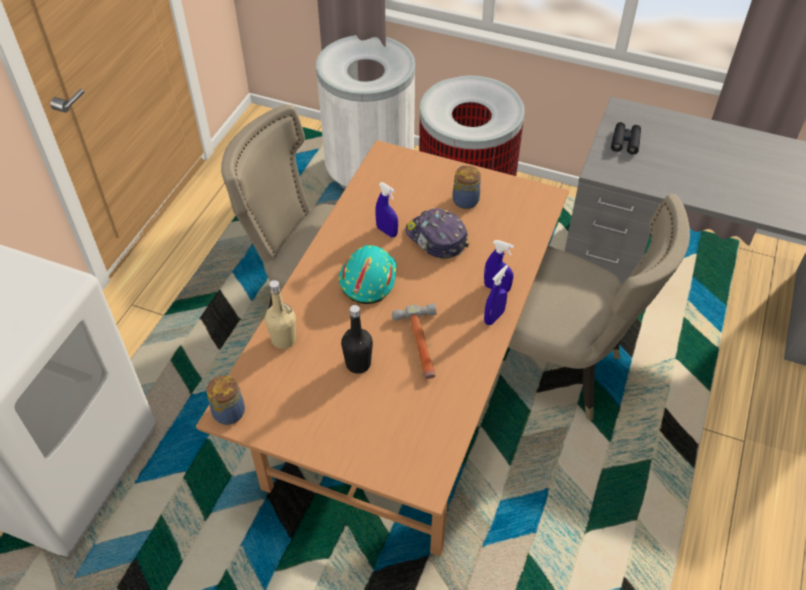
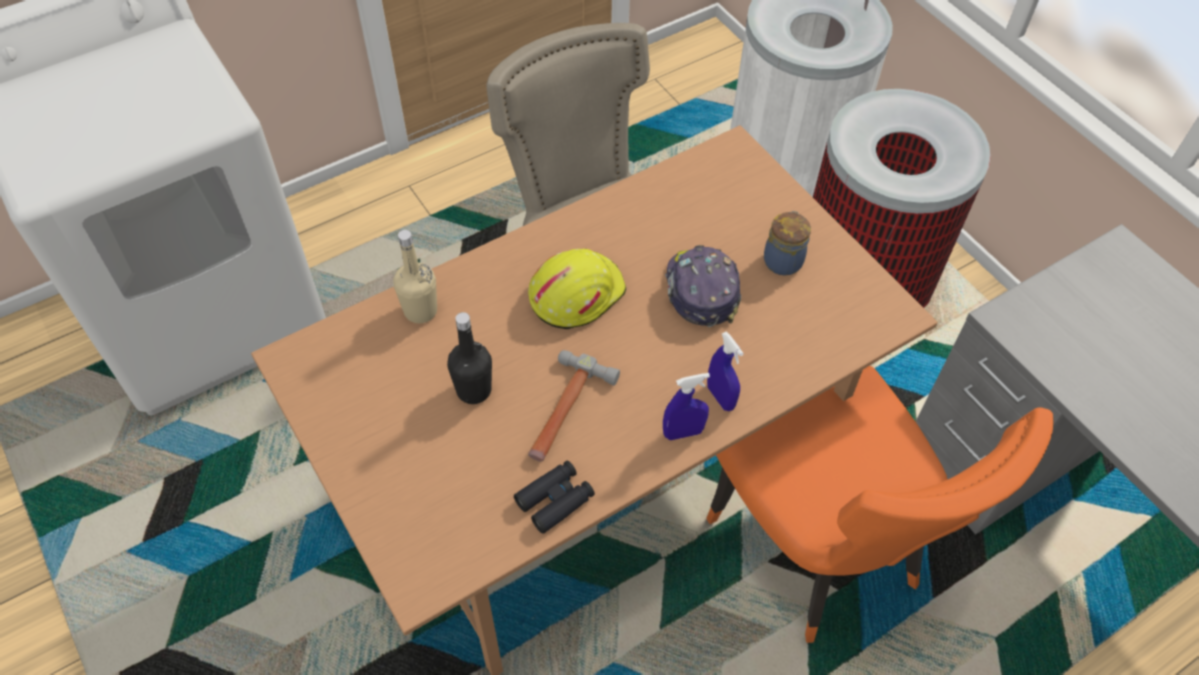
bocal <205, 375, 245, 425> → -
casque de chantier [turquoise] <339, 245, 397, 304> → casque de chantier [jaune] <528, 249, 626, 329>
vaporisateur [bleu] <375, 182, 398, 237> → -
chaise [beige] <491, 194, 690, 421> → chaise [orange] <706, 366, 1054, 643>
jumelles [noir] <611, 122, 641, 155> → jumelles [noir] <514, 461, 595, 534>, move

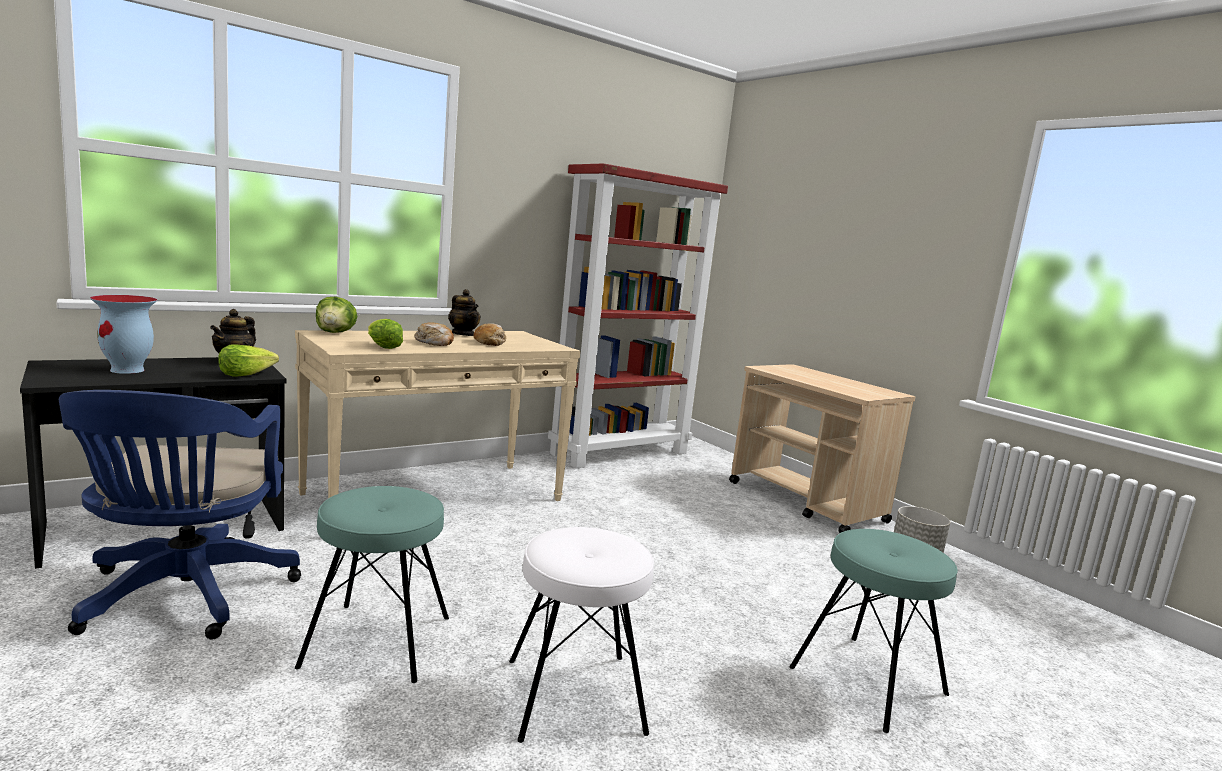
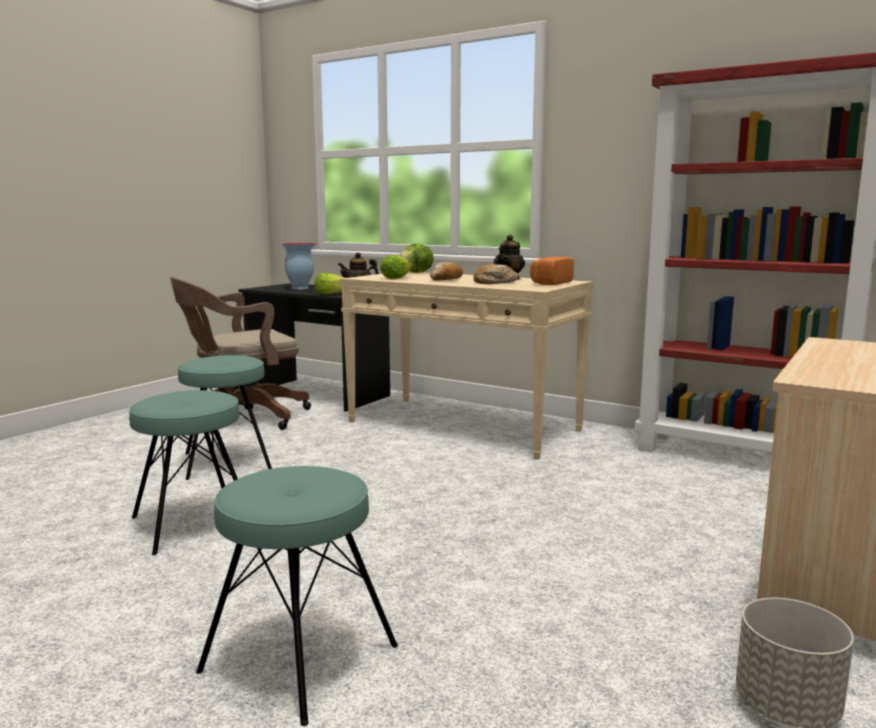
chaise de bureau [bleu] <59, 390, 301, 640> → chaise de bureau [marron] <170, 277, 311, 430>
tabouret [blanc] <509, 527, 654, 743> → tabouret [turquoise] <129, 390, 240, 555>
- → pain <530, 257, 574, 285>

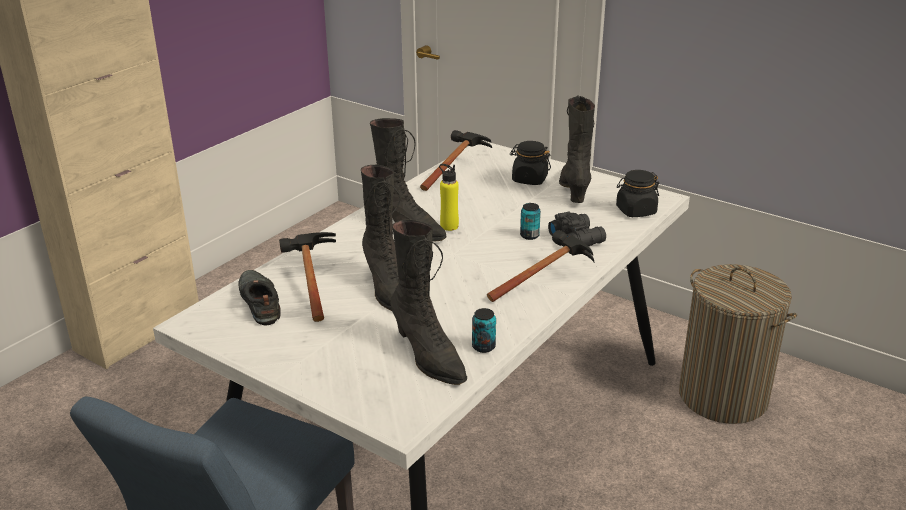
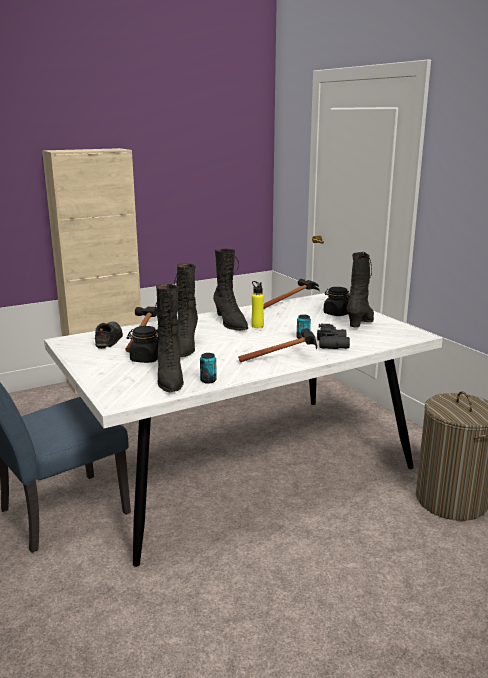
bocal [noir] <616, 170, 659, 217> → bocal [noir] <126, 326, 159, 363>, move

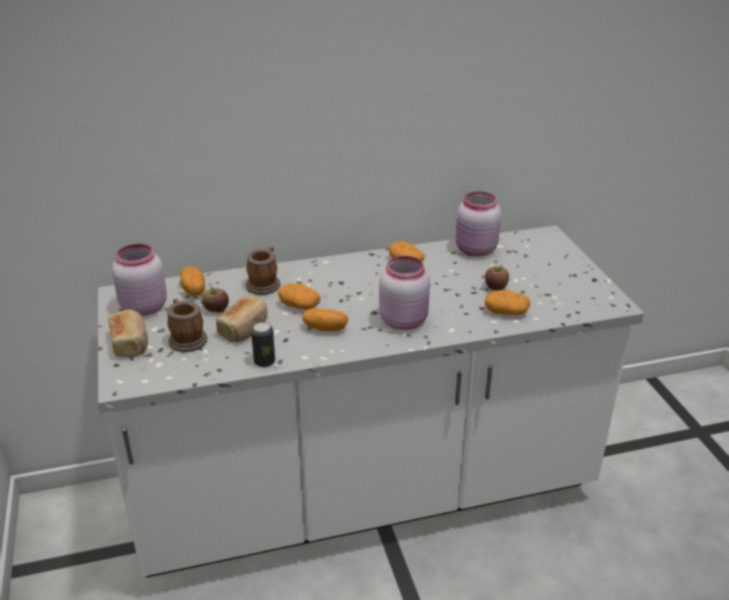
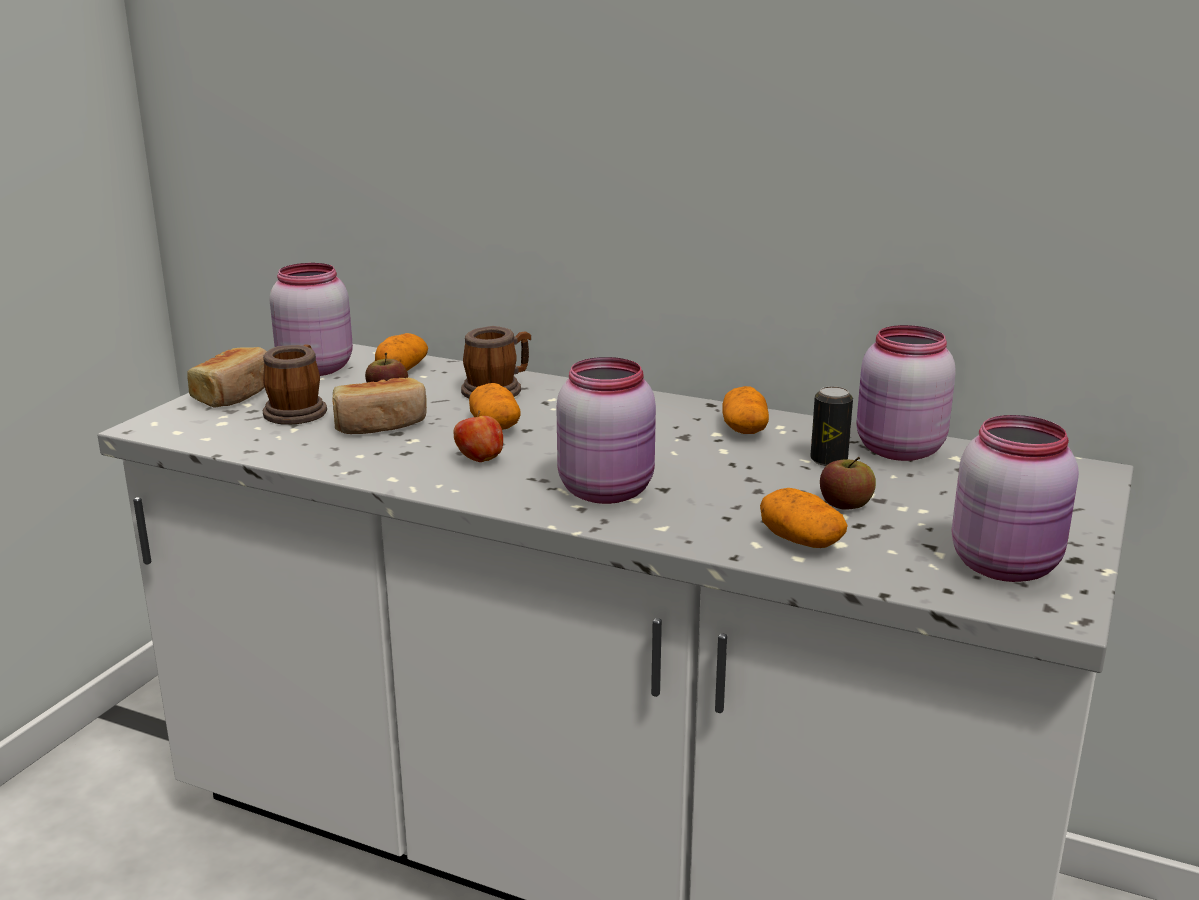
boîte métallique <251, 322, 275, 367> → boîte métallique <810, 386, 853, 466>, move
pomme de terre <302, 308, 349, 331> → pomme <453, 410, 503, 462>
- → bocal [rose] <952, 415, 1079, 582>

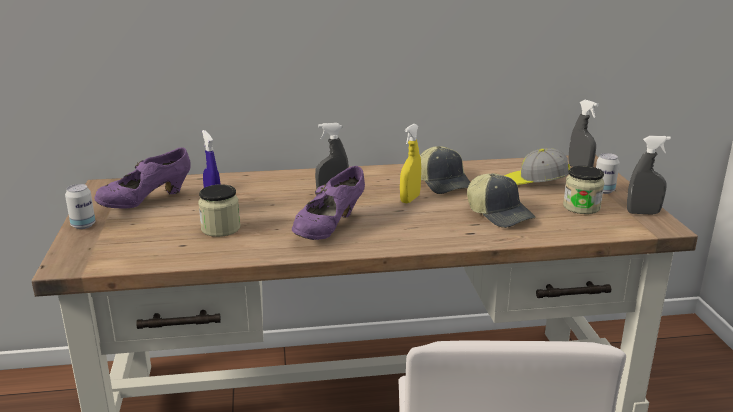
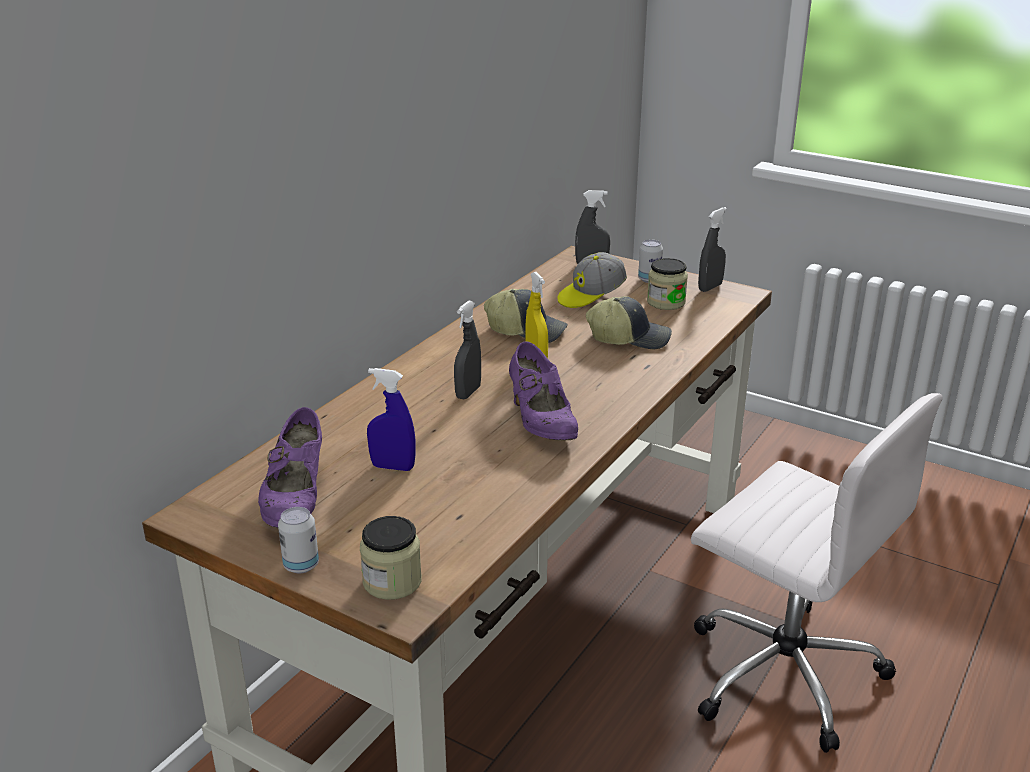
bocal <198, 184, 240, 237> → bocal <360, 516, 422, 600>, move

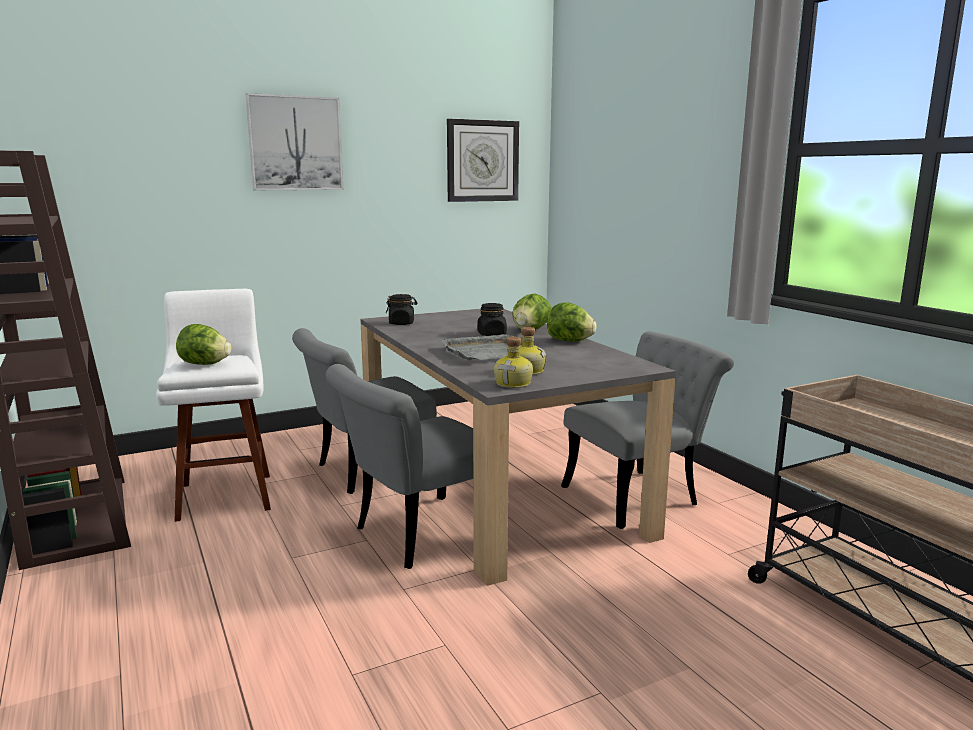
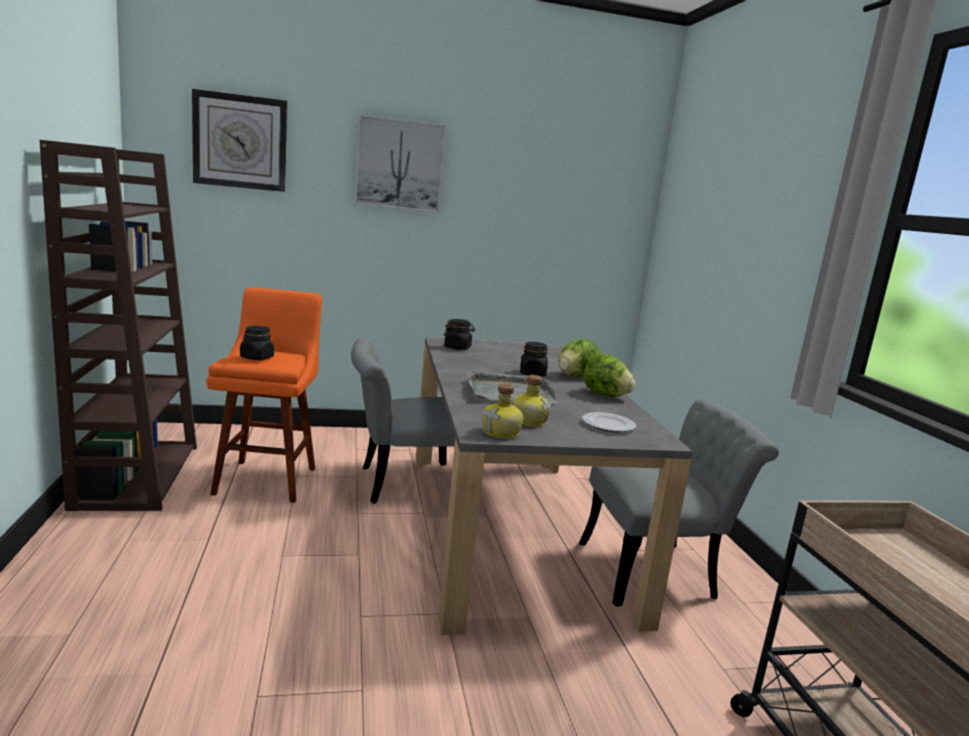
tabouret [blanc] <156, 289, 271, 522> → tabouret [orange] <206, 287, 322, 503>
laitue <176, 324, 231, 365> → bocal [noir] <240, 326, 274, 360>
chaise [gris] <326, 364, 473, 569> → -
horloge murale <447, 119, 519, 202> → horloge murale <192, 89, 287, 192>, move
- → assiette <582, 412, 636, 432>

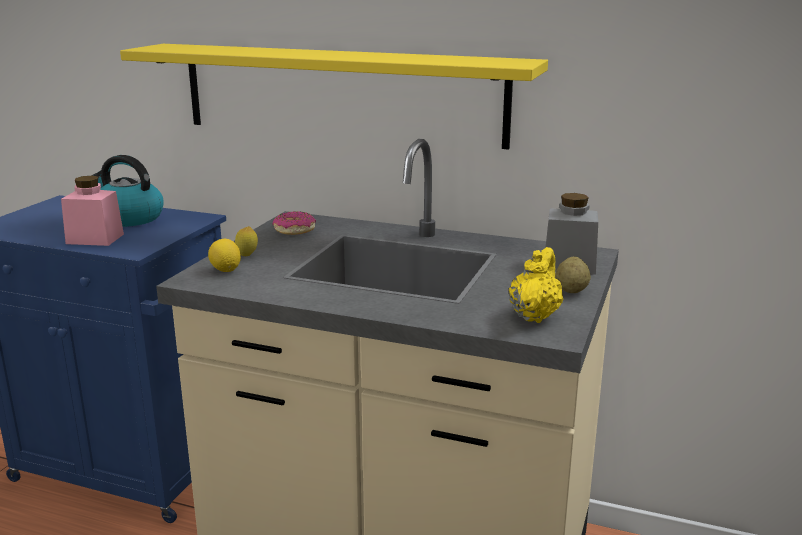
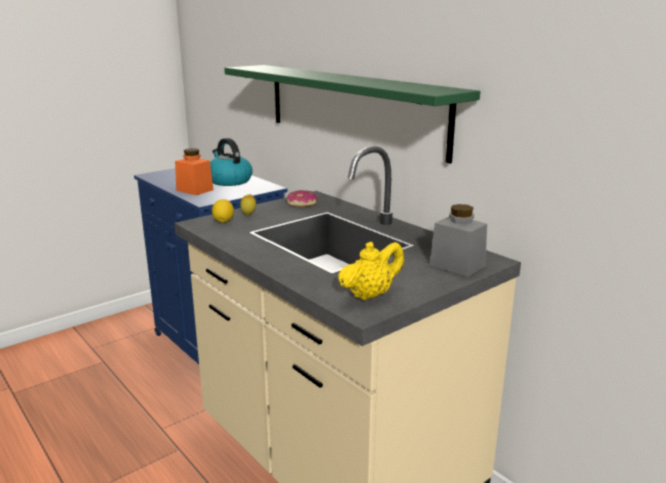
bocal [rose] <61, 176, 124, 246> → bocal [orange] <175, 148, 213, 195>
étagère [jaune] <120, 44, 548, 150> → étagère [vert] <224, 65, 480, 164>
pomme de terre <555, 256, 591, 293> → -

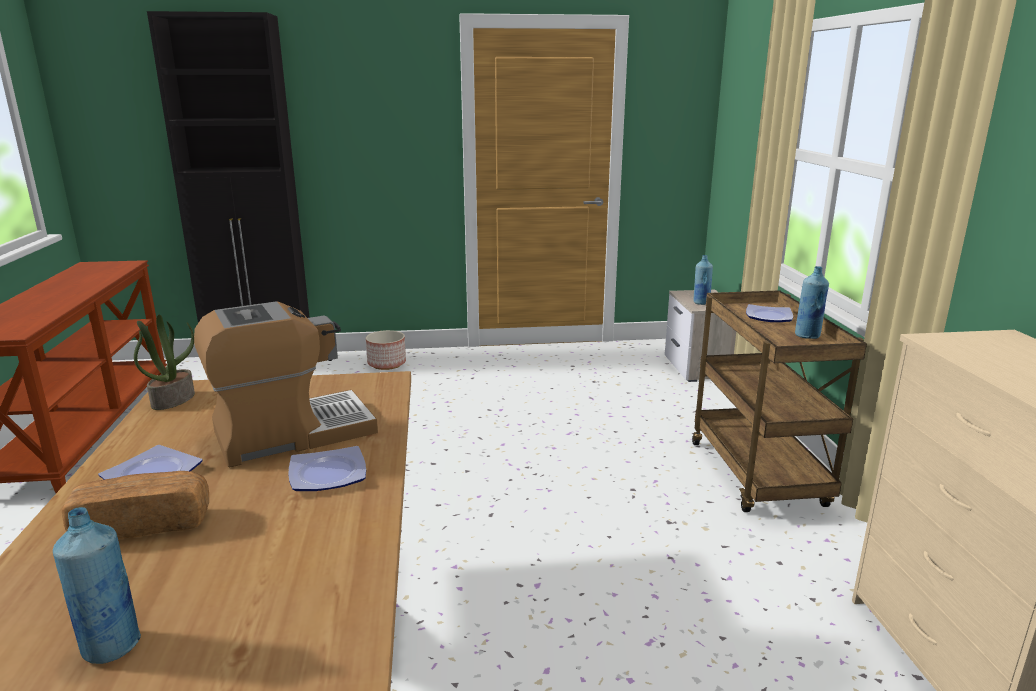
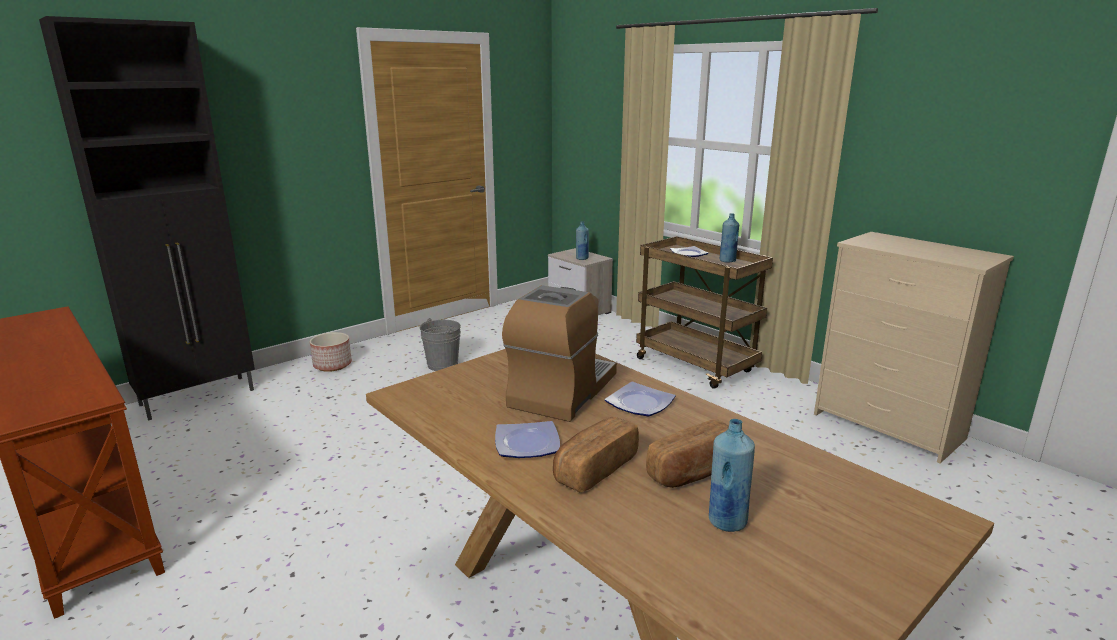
plante en pot <134, 315, 195, 410> → -
- → seau [gris] <419, 318, 461, 371>
- → pain <646, 419, 729, 488>

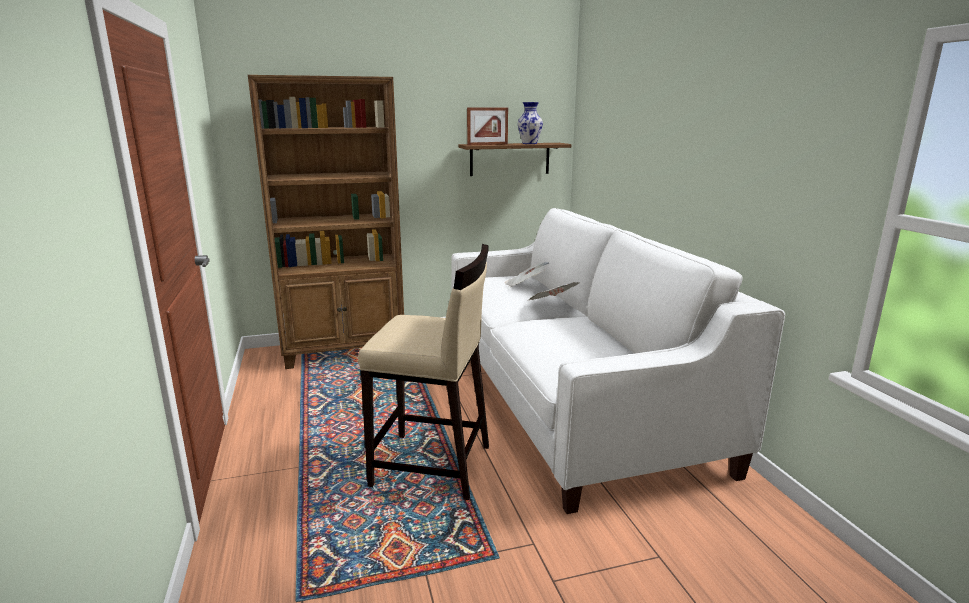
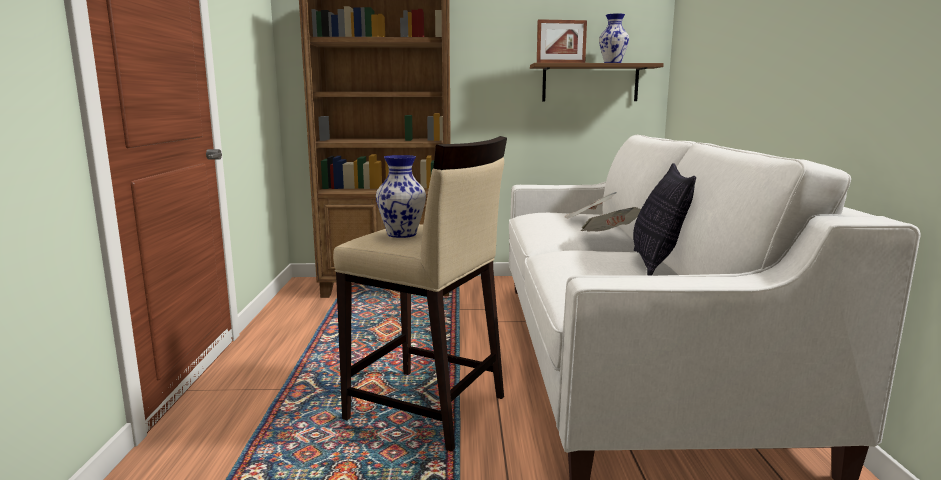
- → vase <376, 155, 426, 238>
- → coussin <633, 163, 696, 276>

